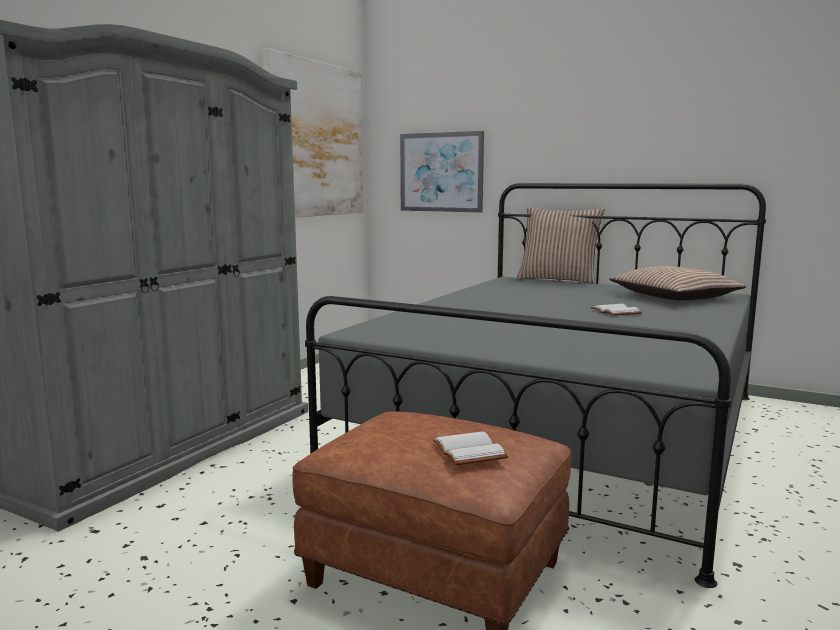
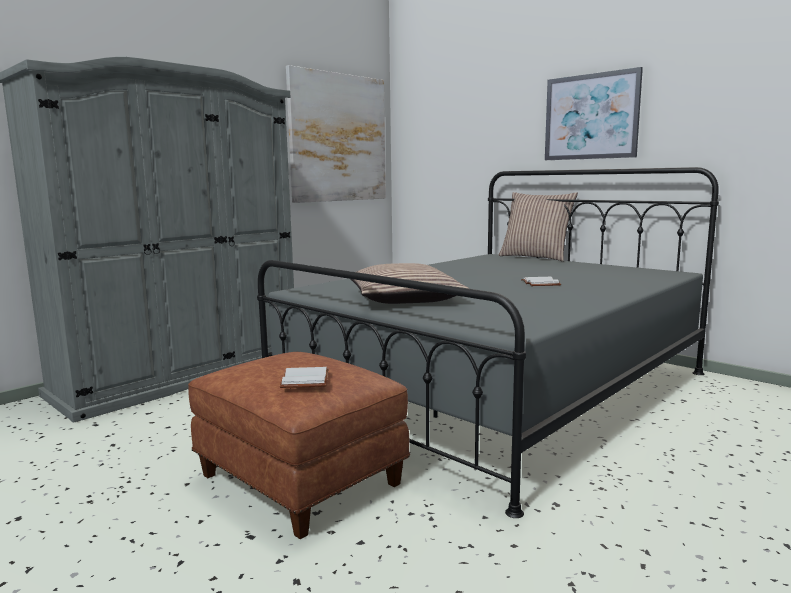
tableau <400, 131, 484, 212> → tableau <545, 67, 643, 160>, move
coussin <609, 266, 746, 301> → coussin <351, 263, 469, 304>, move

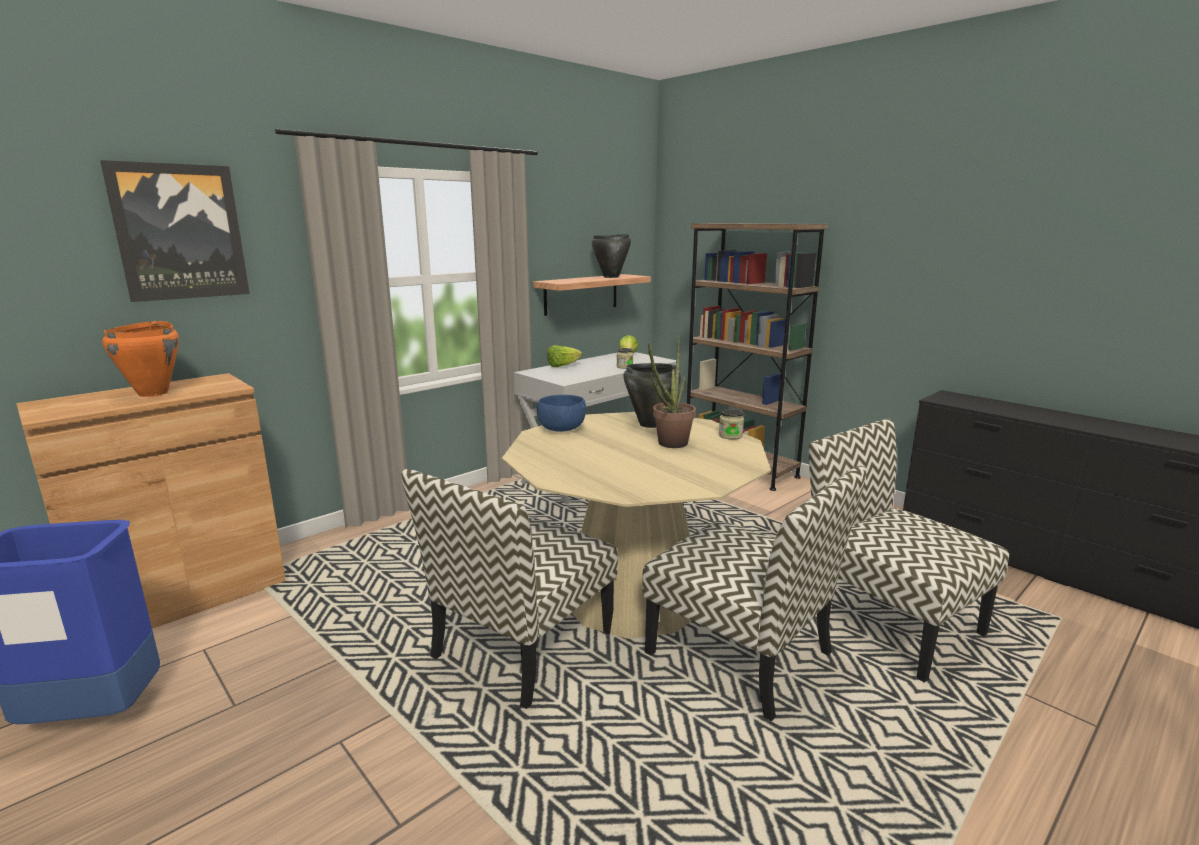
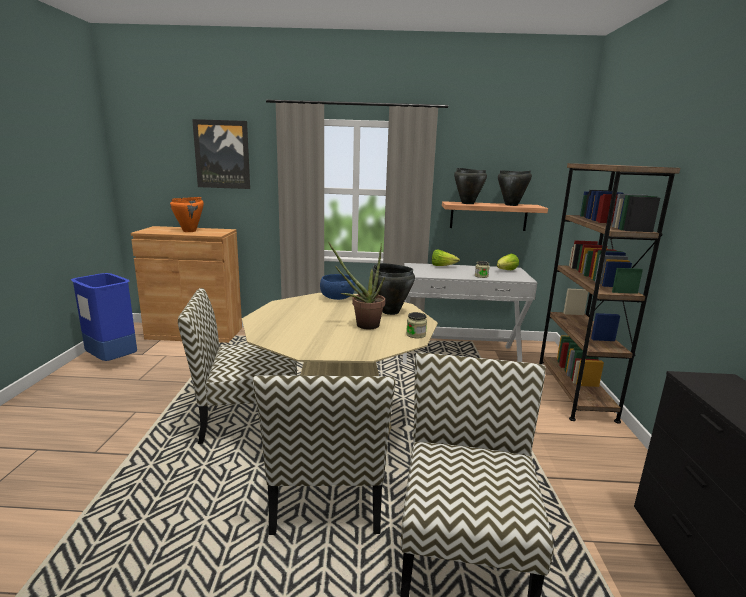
- → marmite [noir] <454, 168, 487, 204>

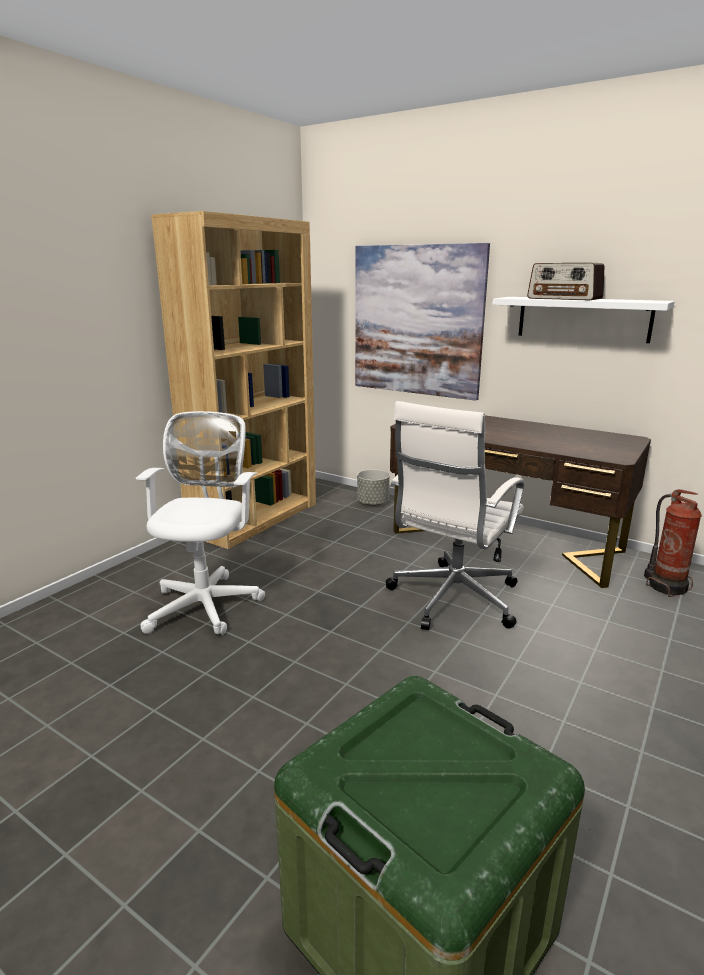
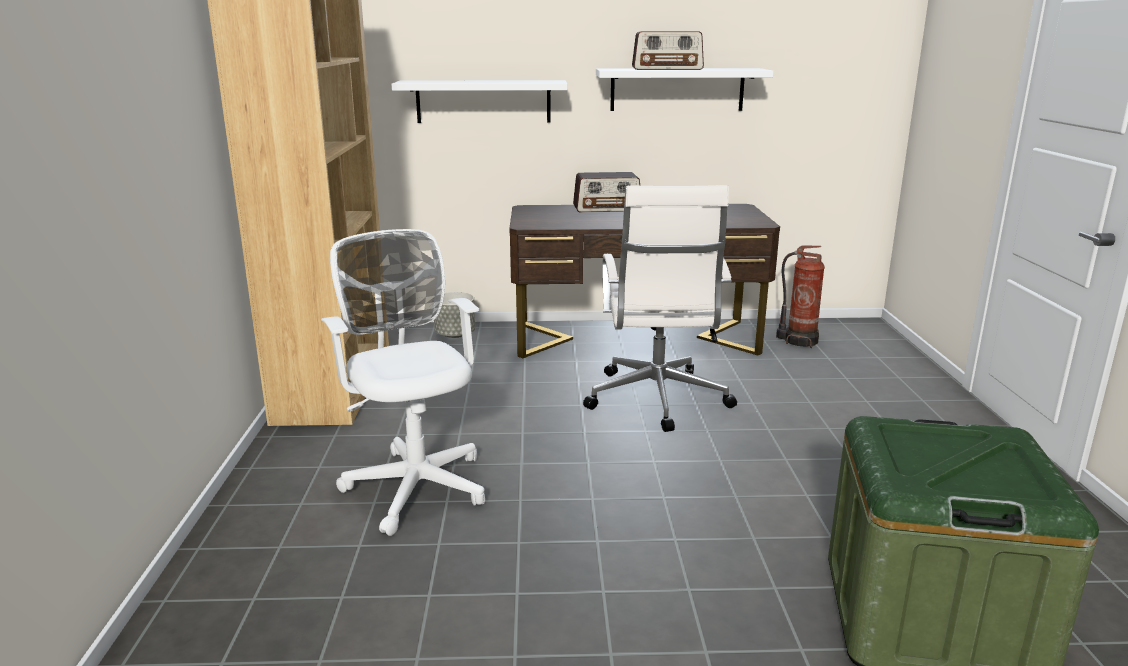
tableau <355, 243, 490, 401> → étagère [blanc] <392, 80, 567, 123>
- → radio <573, 172, 640, 212>

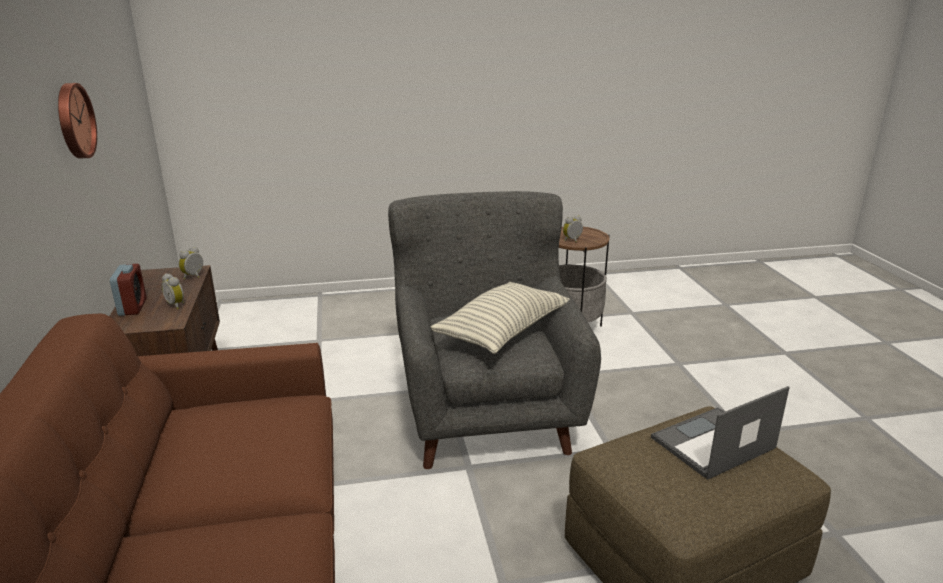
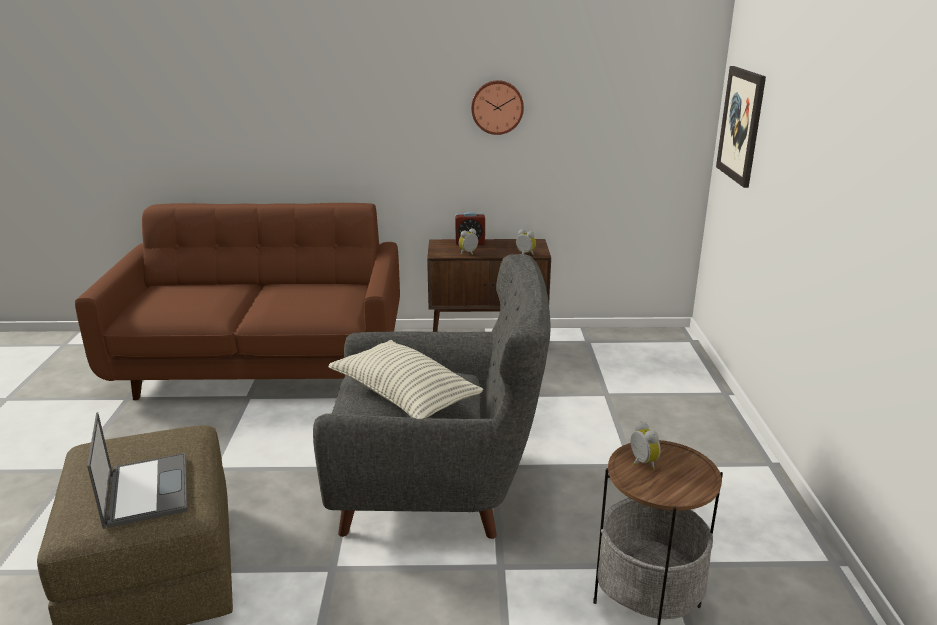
- → tableau <716, 66, 766, 188>

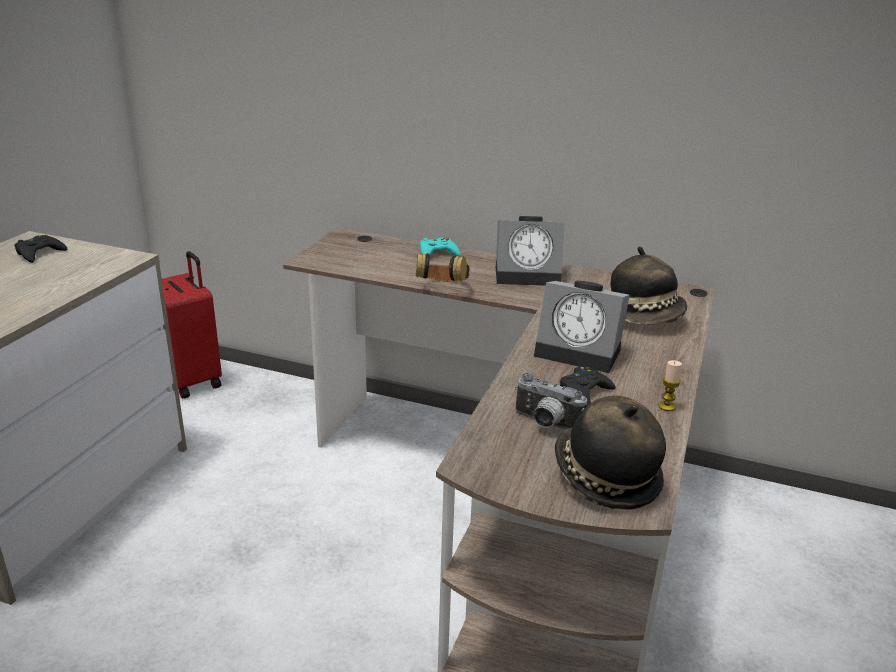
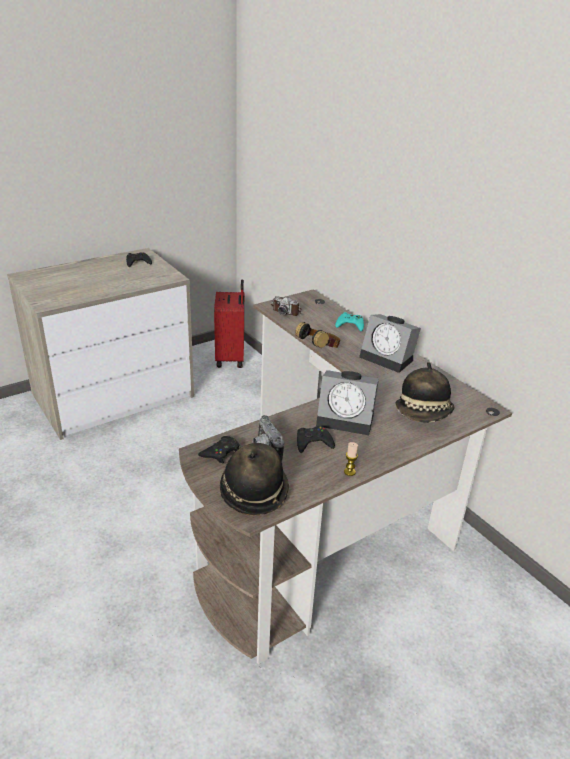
réveil <534, 281, 630, 373> → réveil <316, 370, 379, 435>, 45 degrees counterclockwise
- → manette [noir] <198, 436, 239, 464>
- → appareil photo <271, 296, 302, 316>

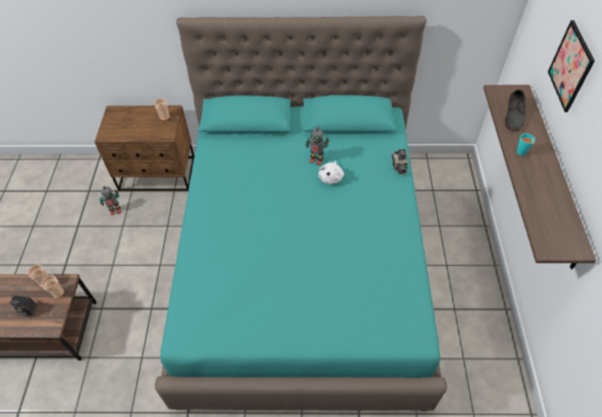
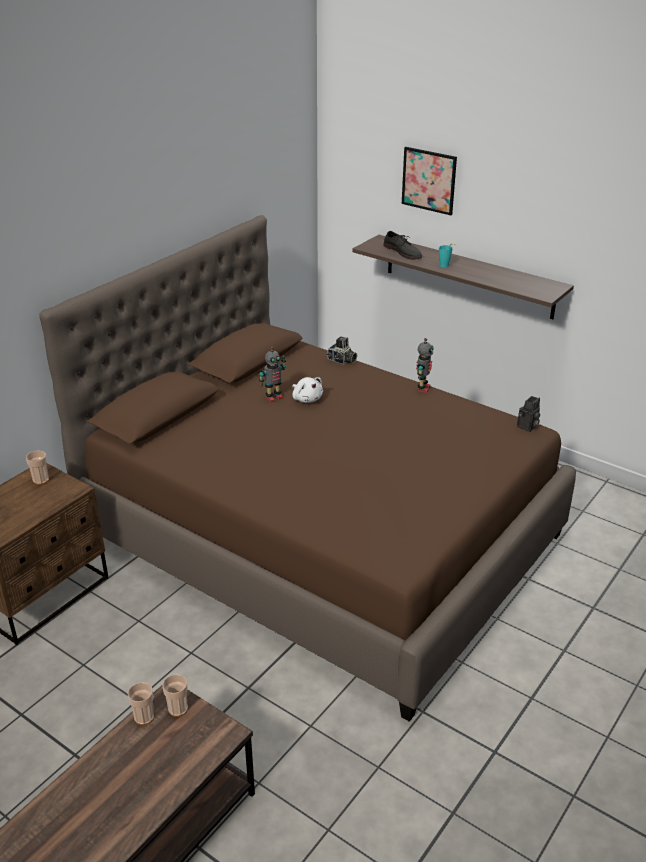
appareil photo <9, 295, 37, 316> → appareil photo <517, 396, 540, 432>, move
robot jouet <99, 186, 121, 215> → robot jouet <416, 338, 434, 393>, move
lit [turquoise] <155, 16, 447, 411> → lit [marron] <39, 215, 576, 722>

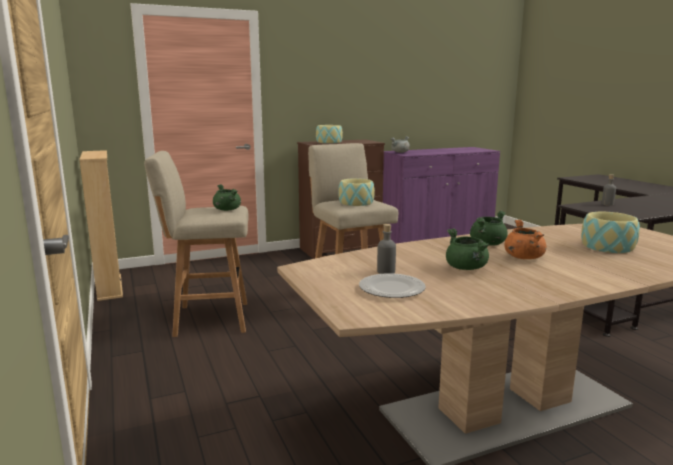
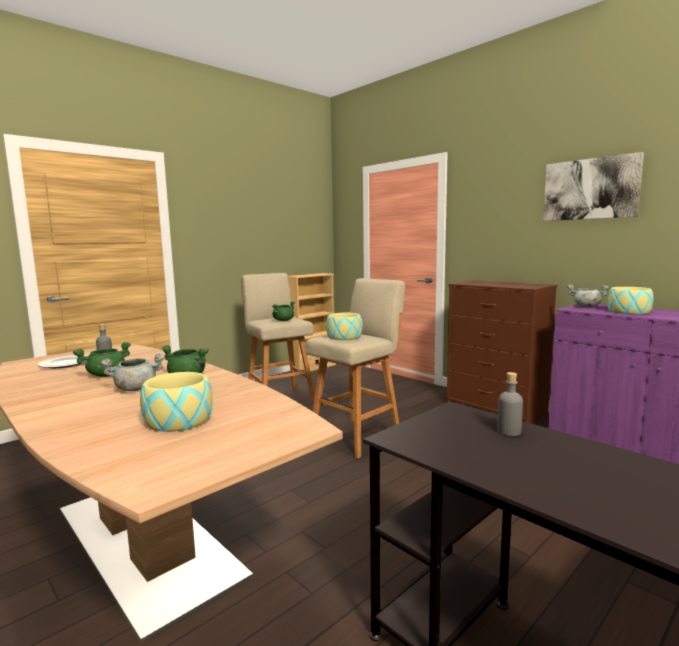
bol <316, 125, 343, 143> → bol <608, 287, 654, 314>, move
marmite [orange] <504, 220, 546, 259> → marmite [gris] <101, 354, 165, 391>
- → tableau <543, 152, 644, 221>

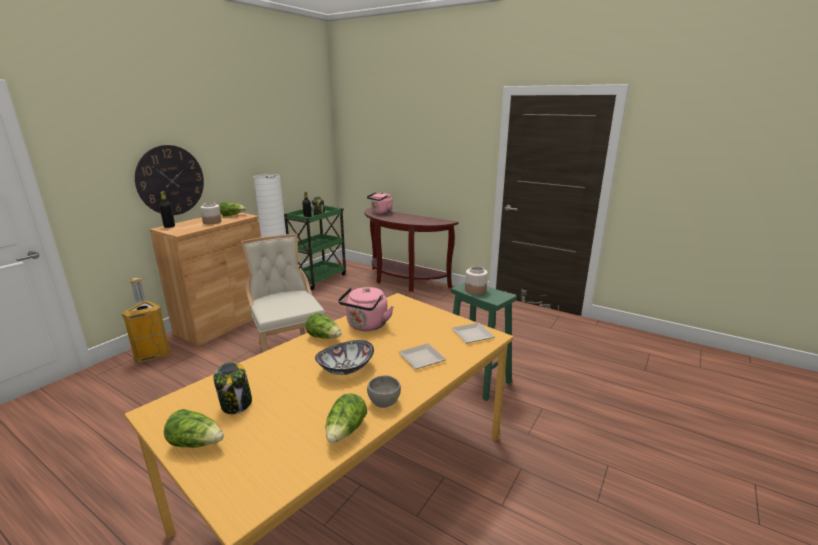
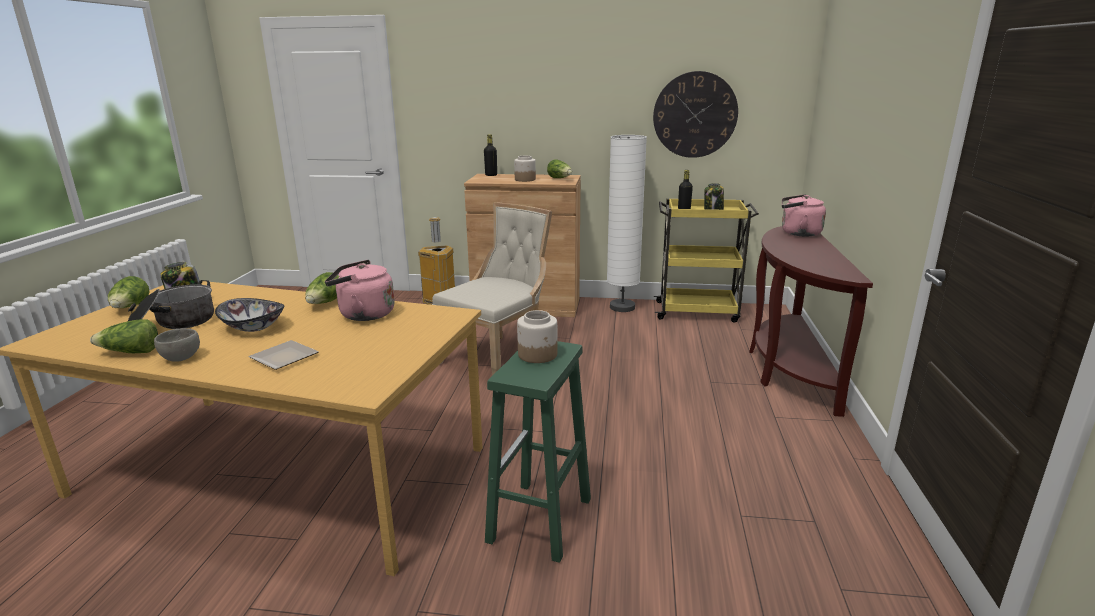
horloge murale <135, 145, 204, 215> → horloge murale <653, 71, 738, 158>, move
chariot [vert] <284, 205, 346, 290> → chariot [jaune] <654, 198, 759, 323>
assiette <452, 323, 495, 343> → -
- → marmite <128, 280, 214, 329>

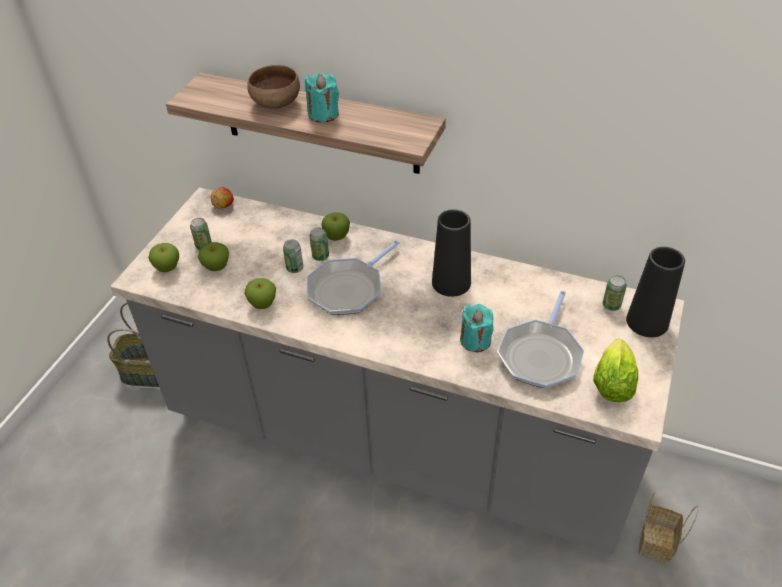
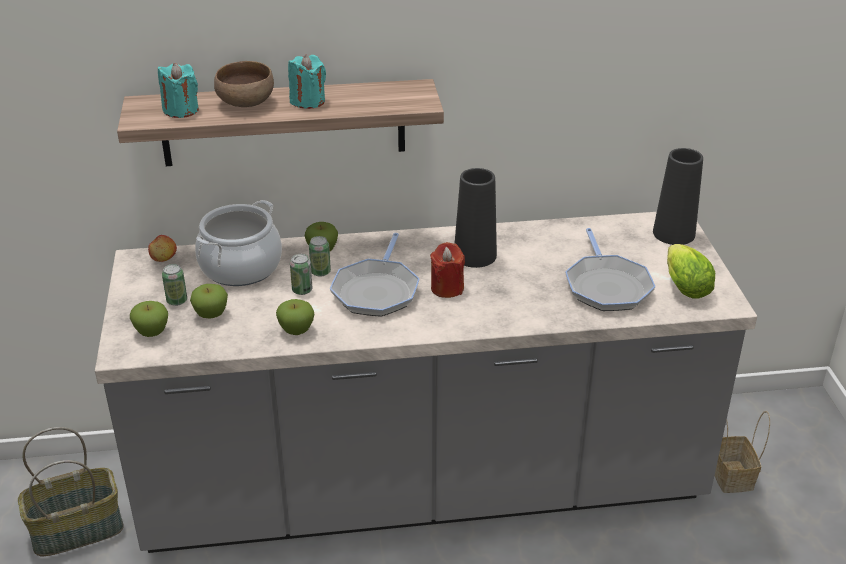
bougie [turquoise] <460, 304, 494, 352> → bougie [turquoise] <158, 63, 199, 118>, move
boîte métallique <603, 275, 627, 311> → -
- → marmite <195, 200, 282, 286>
- → bougie [rouge] <430, 242, 465, 298>

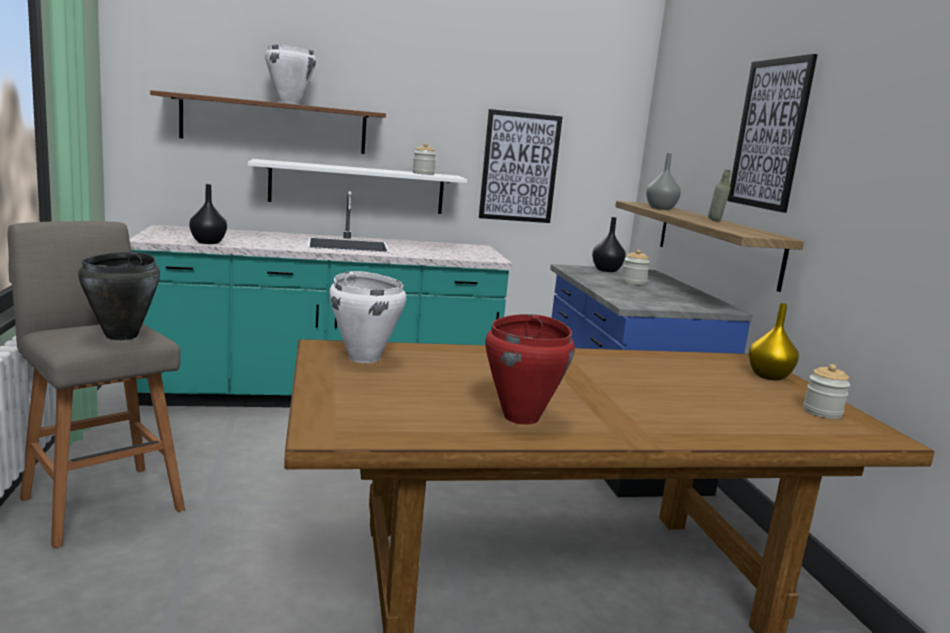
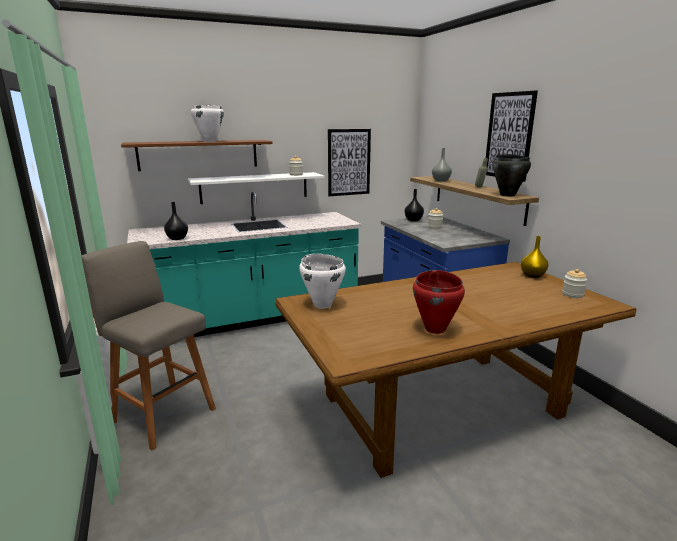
marmite [noir] <78, 252, 160, 340> → marmite [noir] <493, 154, 531, 196>, move

